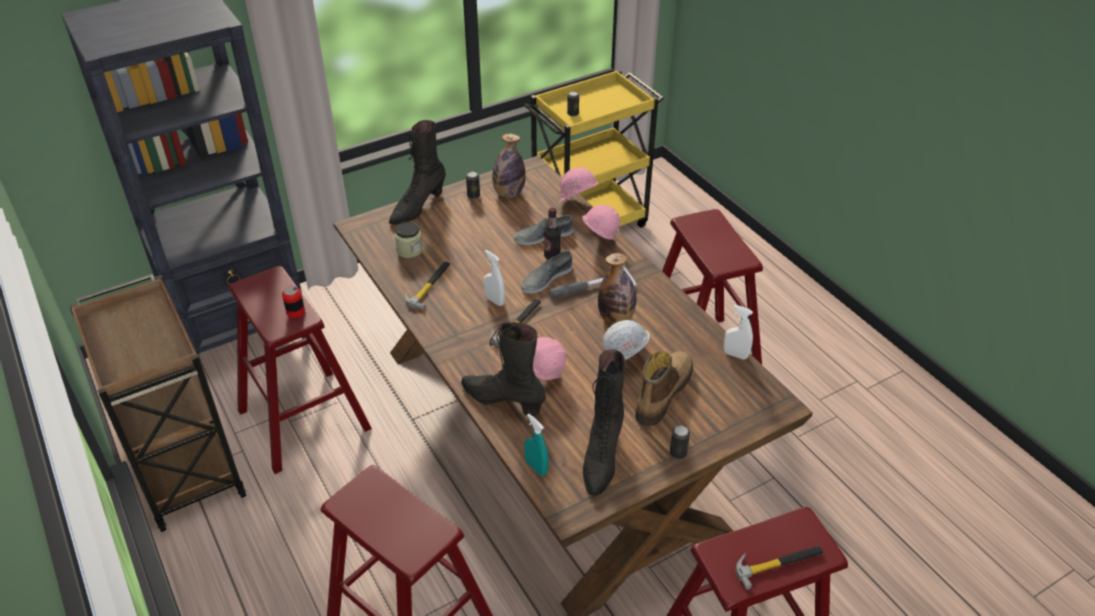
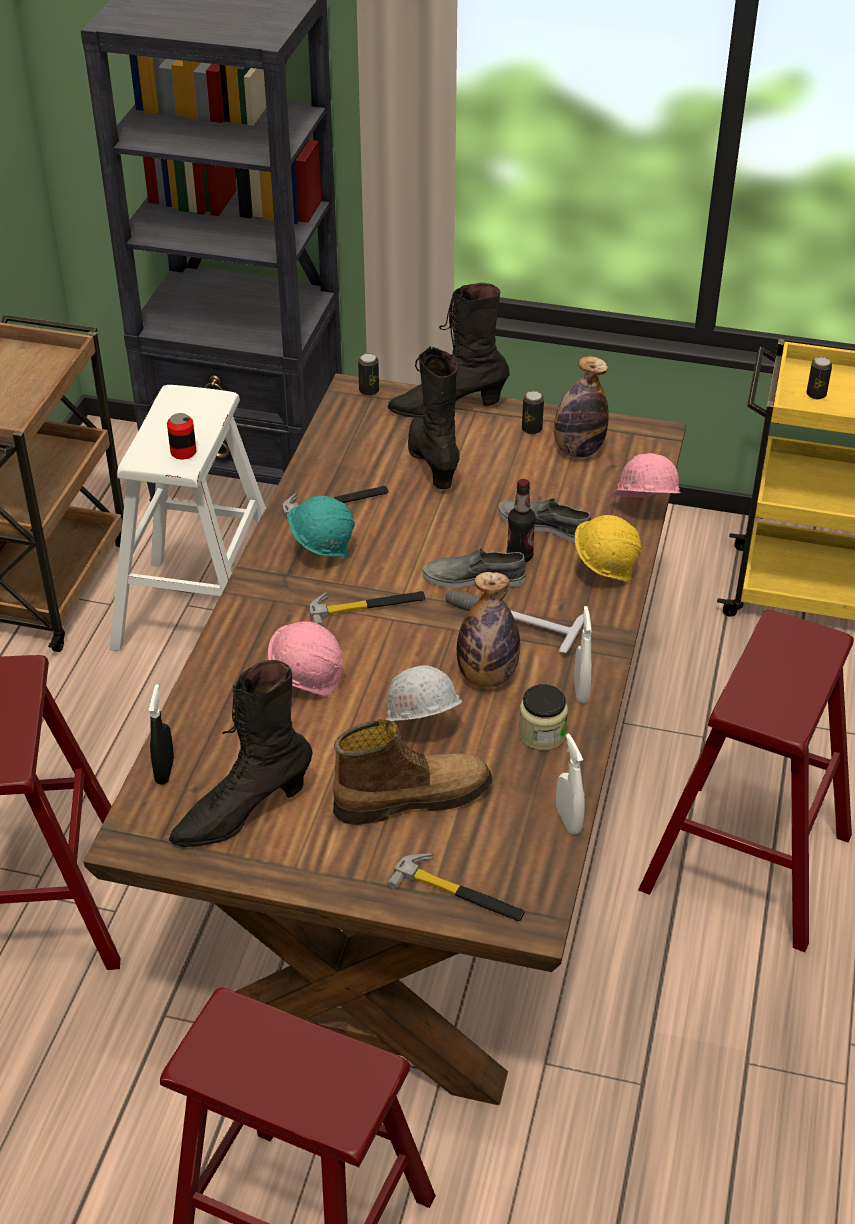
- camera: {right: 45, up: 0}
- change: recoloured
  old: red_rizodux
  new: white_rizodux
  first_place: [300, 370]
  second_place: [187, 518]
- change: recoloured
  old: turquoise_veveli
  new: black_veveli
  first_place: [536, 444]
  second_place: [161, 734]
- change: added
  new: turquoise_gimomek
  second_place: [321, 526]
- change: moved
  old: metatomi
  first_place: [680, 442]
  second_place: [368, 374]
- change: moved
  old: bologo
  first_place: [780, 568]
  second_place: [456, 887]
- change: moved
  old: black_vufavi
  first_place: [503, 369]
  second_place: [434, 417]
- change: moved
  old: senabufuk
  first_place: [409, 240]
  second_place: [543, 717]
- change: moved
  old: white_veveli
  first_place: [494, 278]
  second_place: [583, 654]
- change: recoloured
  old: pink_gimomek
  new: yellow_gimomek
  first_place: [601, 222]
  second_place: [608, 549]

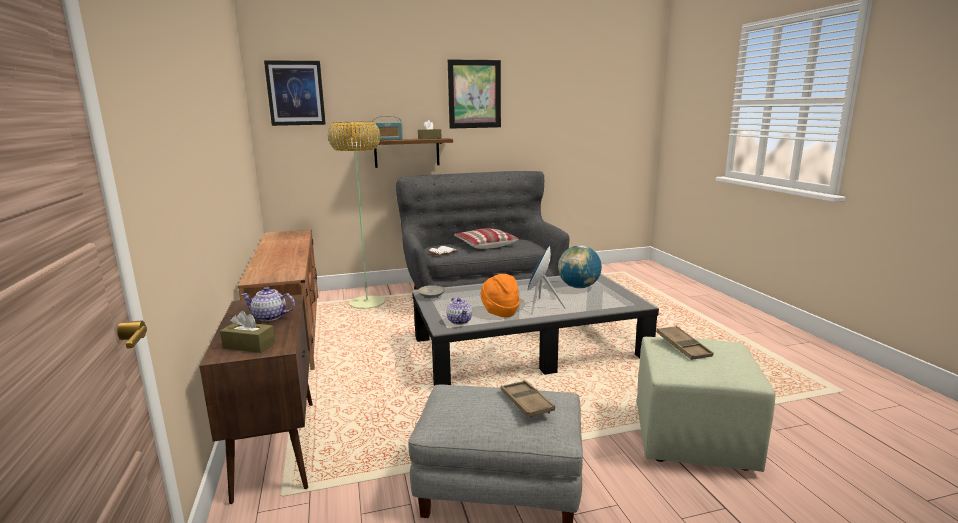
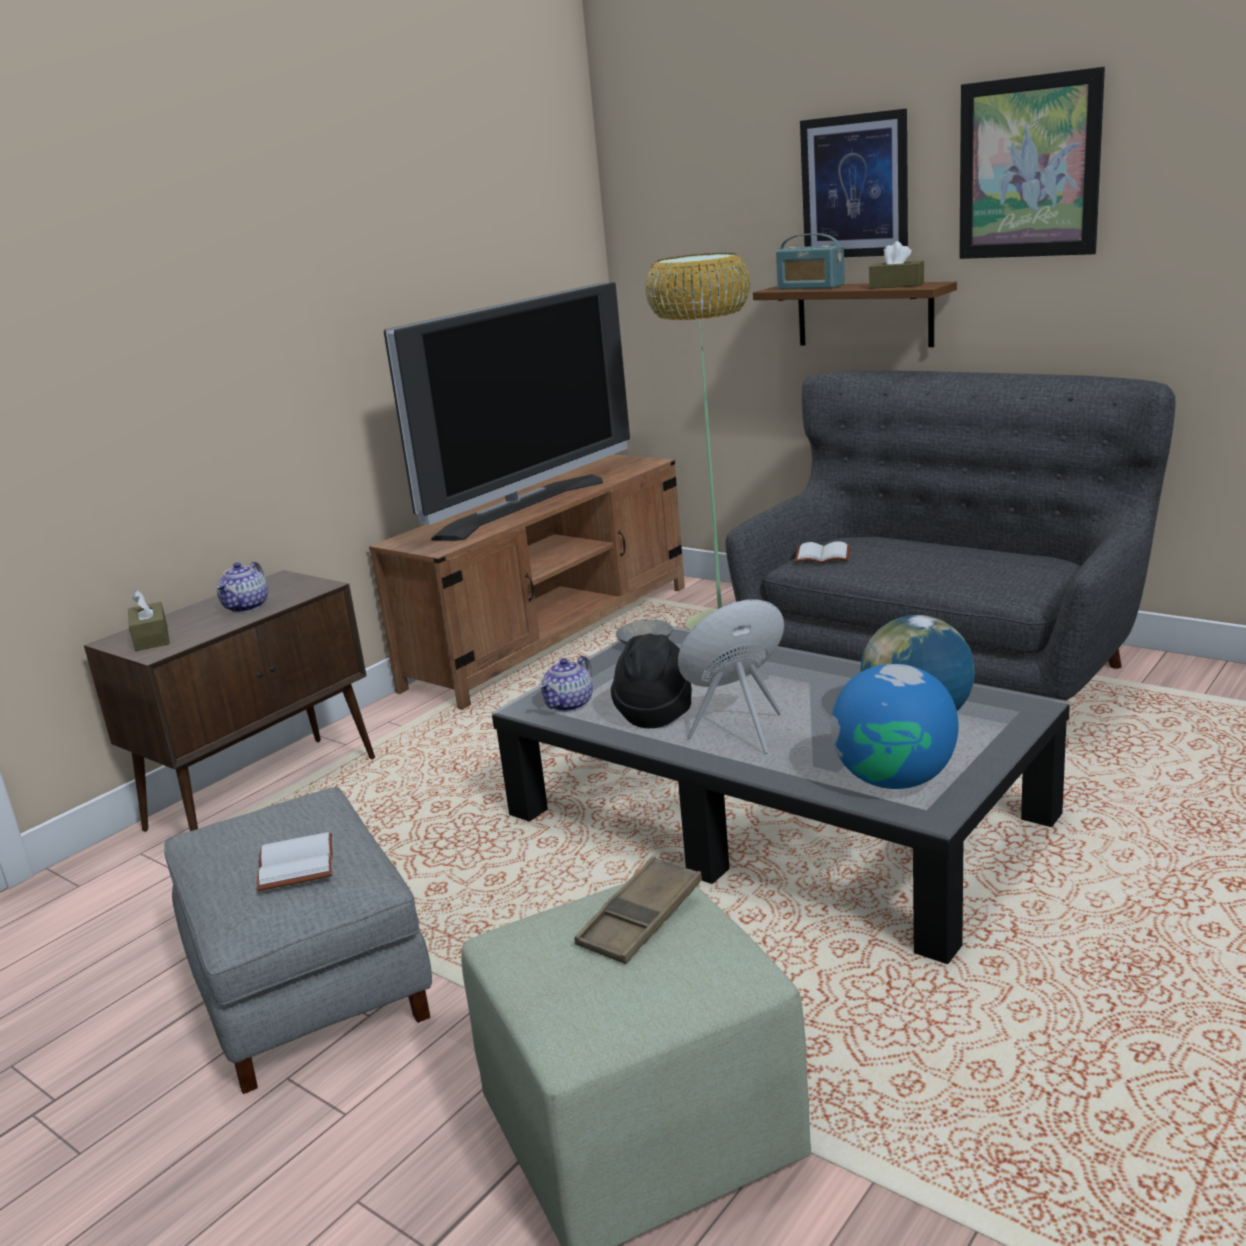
- camera: {right: 55, up: 5}
- change: turned
  old: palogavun
  first_place: [268, 304]
  second_place: [242, 587]
  degrees: -135
- change: replaced
  old: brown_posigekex
  new: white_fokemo
  first_place: [528, 399]
  second_place: [295, 861]
- change: added
  new: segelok
  second_place: [507, 411]
- change: recoloured
  old: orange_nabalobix
  new: black_nabalobix
  first_place: [500, 295]
  second_place: [651, 681]
- change: moved
  old: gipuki
  first_place: [295, 93]
  second_place: [854, 183]
- change: added
  new: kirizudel
  second_place: [895, 726]
- change: removed
  old: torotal
  first_place: [486, 238]

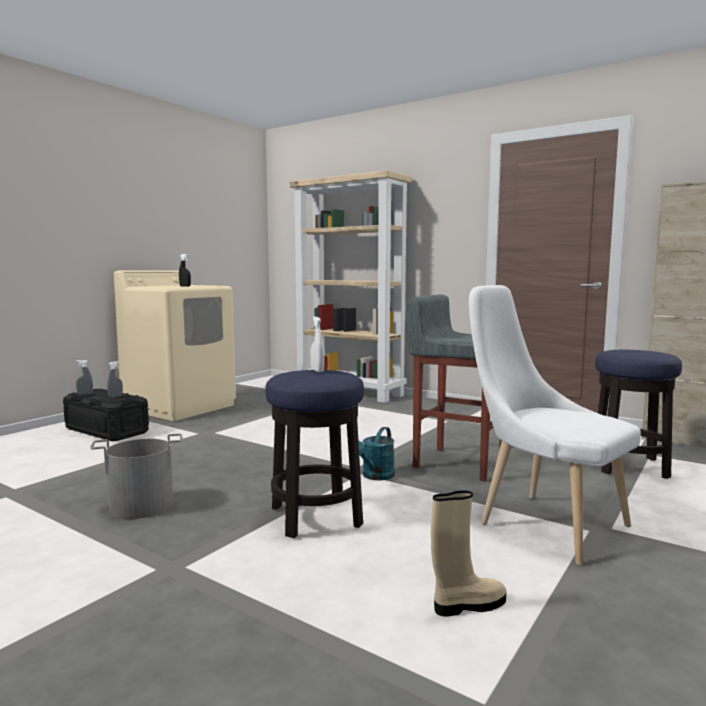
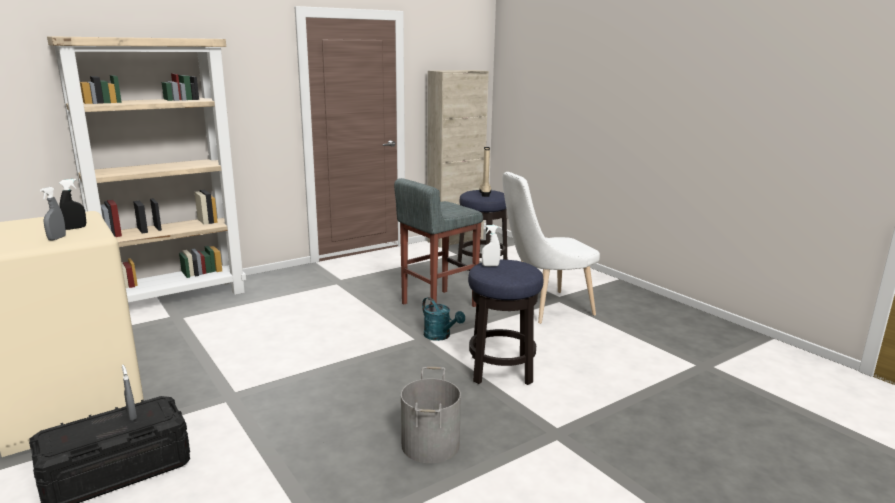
- camera: {right: -70, up: 10}
- change: moved
  old: grey_veveli
  first_place: [84, 377]
  second_place: [53, 214]
- change: moved
  old: beige_vufavi
  first_place: [469, 553]
  second_place: [485, 172]

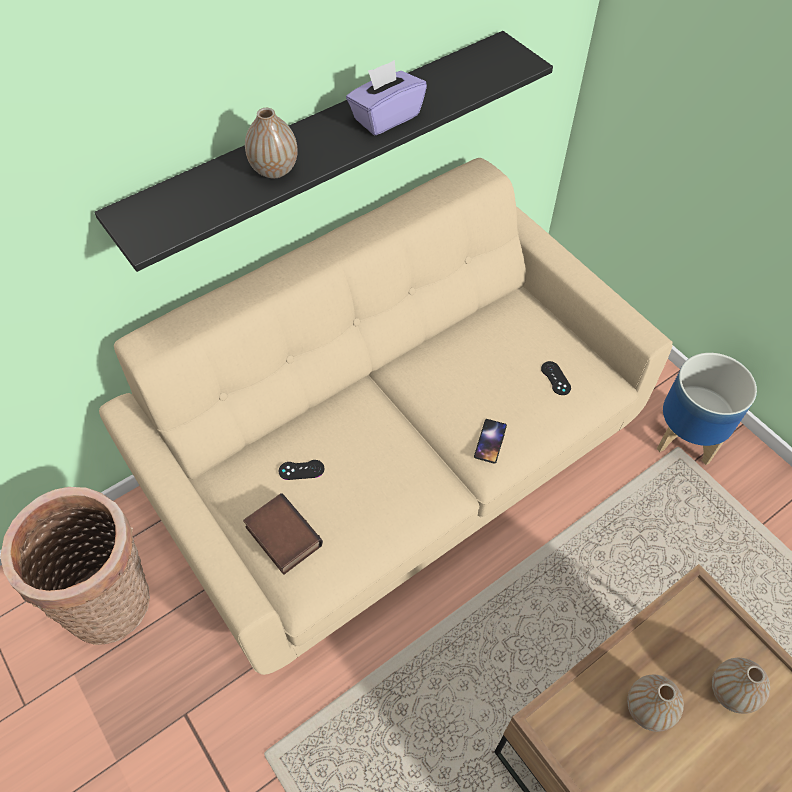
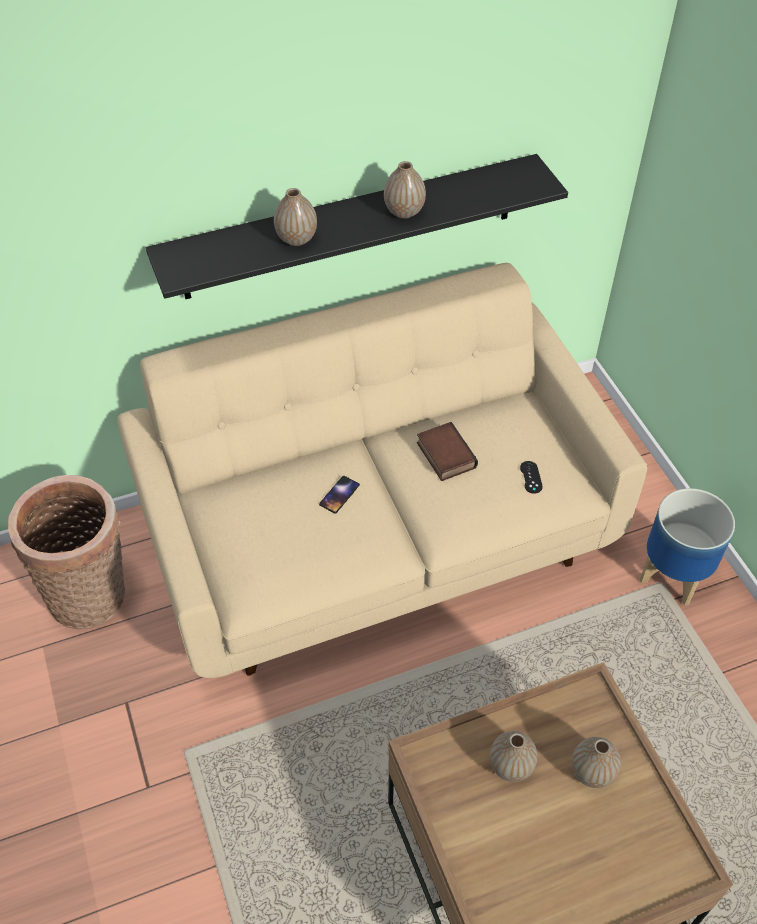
- camera: {right: 15, up: -5}
- change: moved
  old: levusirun
  first_place: [490, 441]
  second_place: [339, 495]
- change: replaced
  old: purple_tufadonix
  new: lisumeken
  first_place: [386, 98]
  second_place: [405, 189]
- change: moved
  old: fokemo
  first_place: [283, 534]
  second_place: [447, 451]
- change: removed
  old: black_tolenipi
  first_place: [301, 470]

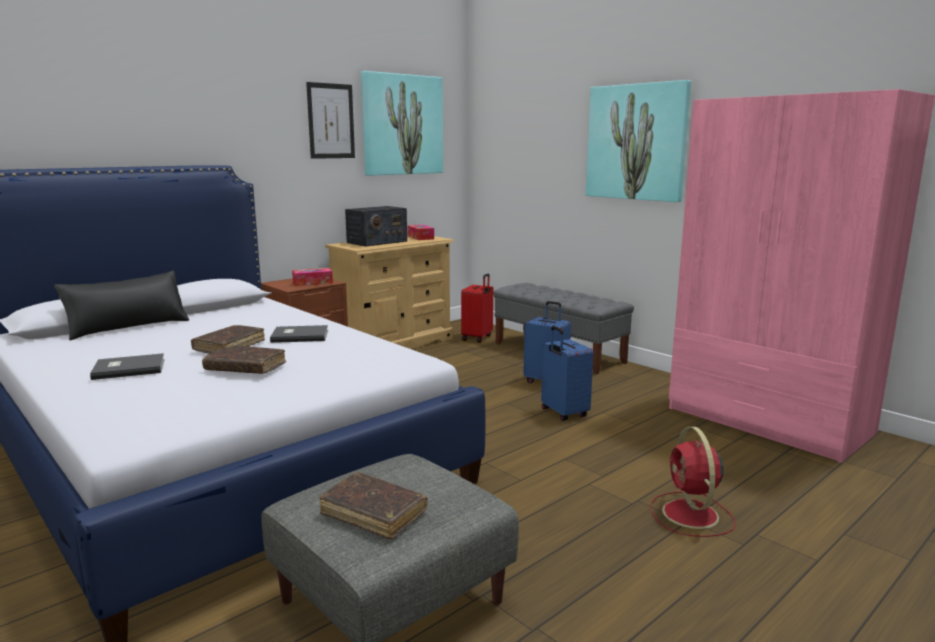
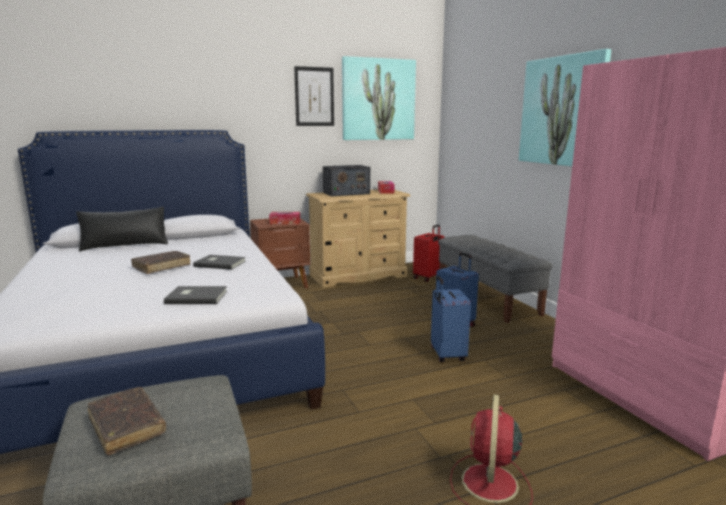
- camera: {right: 20, up: 0}
- change: moved
  old: grey_fokemo
  first_place: [127, 366]
  second_place: [195, 295]
- change: removed
  old: brown_fokemo
  first_place: [244, 359]

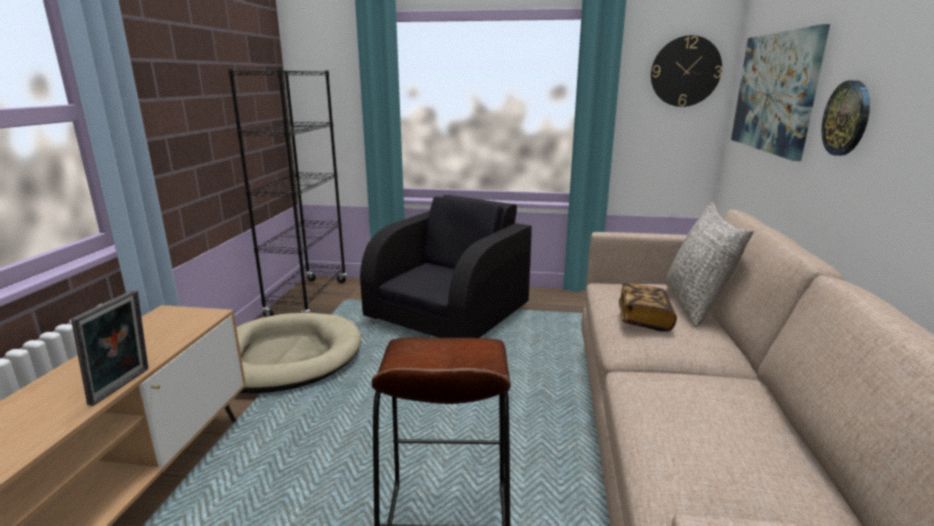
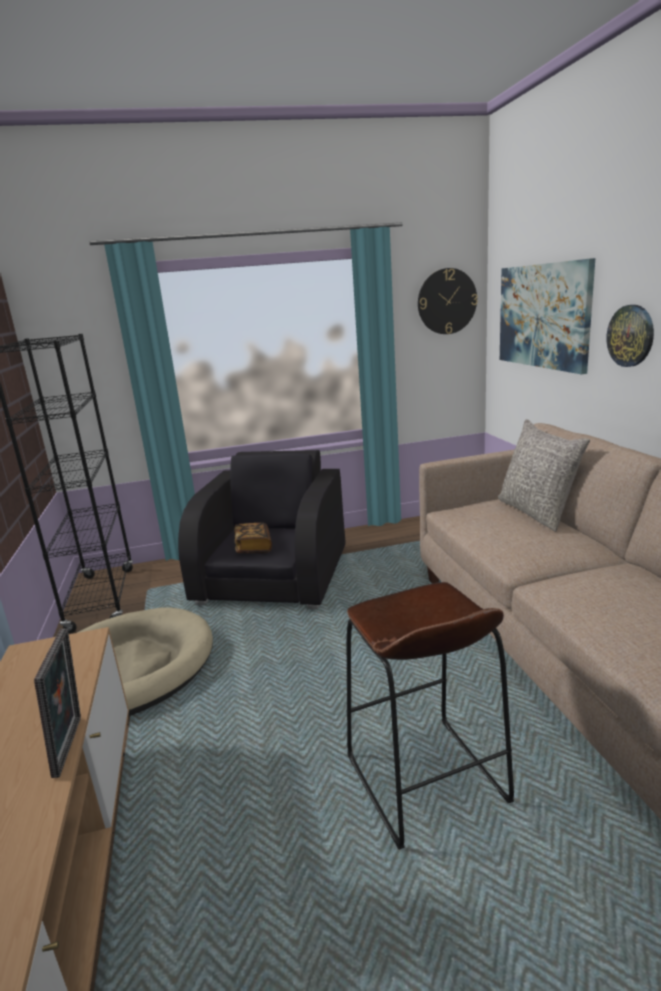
- camera: {right: -20, up: 0}
- change: moved
  old: fokemo
  first_place: [648, 307]
  second_place: [253, 538]

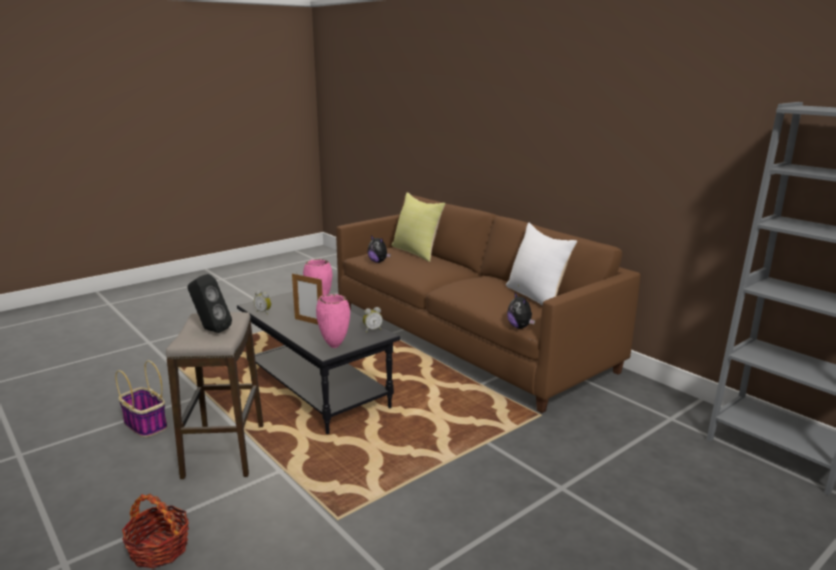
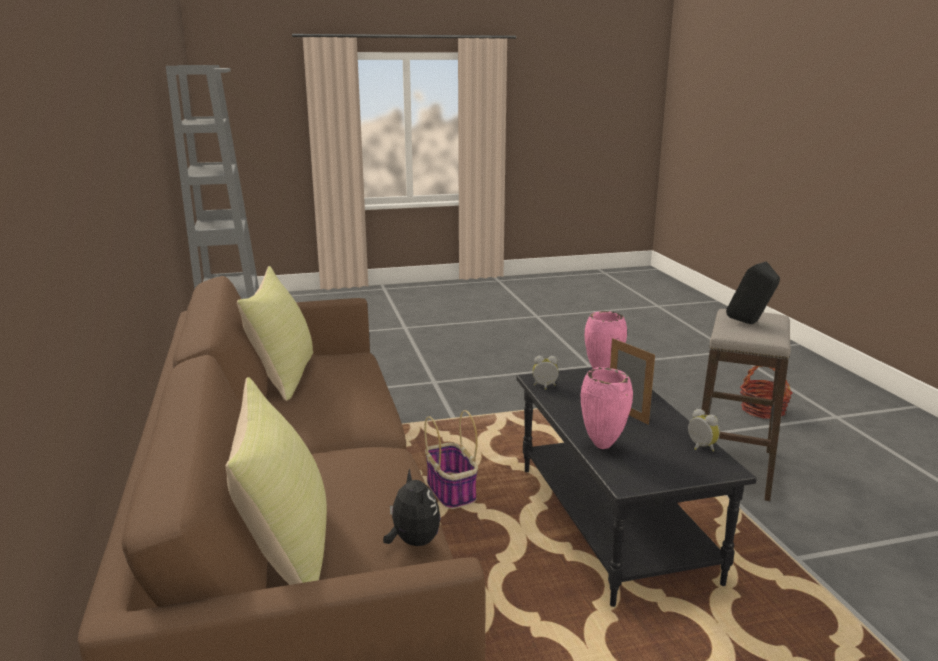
- camera: {right: -155, up: 0}
- change: recoloured
  old: white_torotal
  new: yellow_torotal
  first_place: [541, 264]
  second_place: [275, 333]
- change: moved
  old: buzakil
  first_place: [141, 398]
  second_place: [451, 459]
- change: removed
  old: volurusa
  first_place: [521, 310]

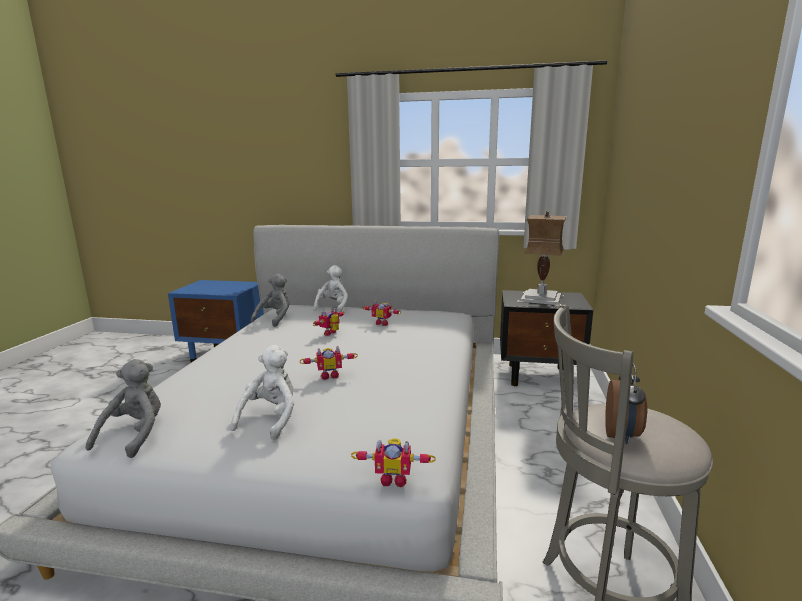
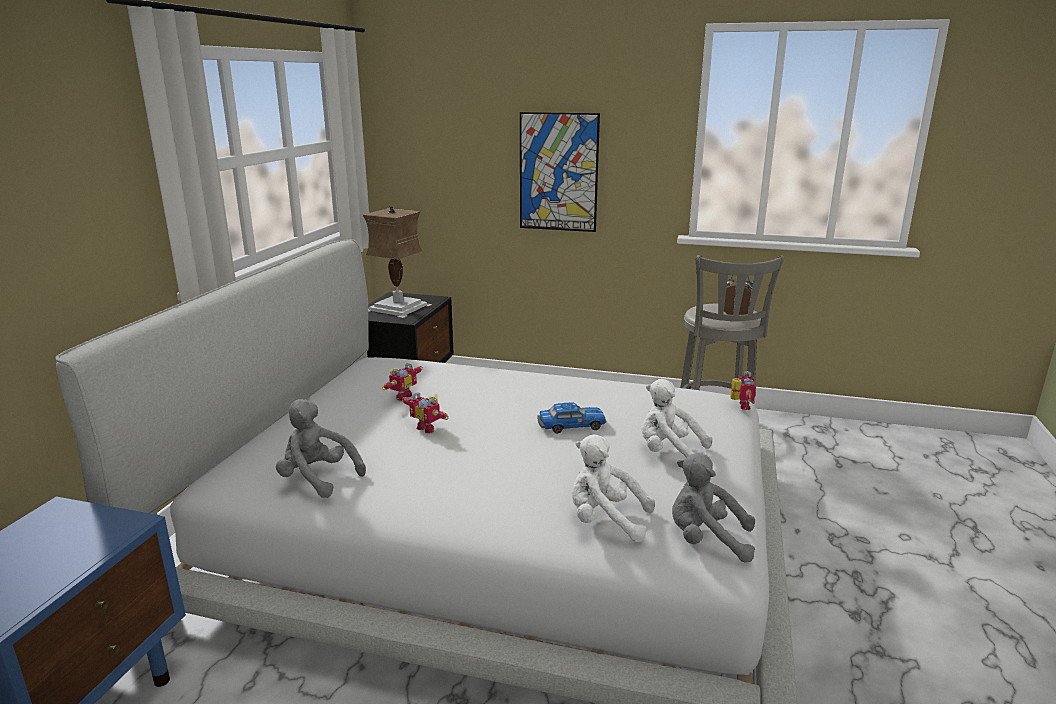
- camera: {right: -85, up: 5}
- change: added
  new: gipuki
  second_place: [560, 172]
- change: replaced
  old: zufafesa
  new: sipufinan
  first_place: [329, 363]
  second_place: [571, 418]
- change: moved
  old: white_volurusa
  first_place: [330, 289]
  second_place: [613, 488]

